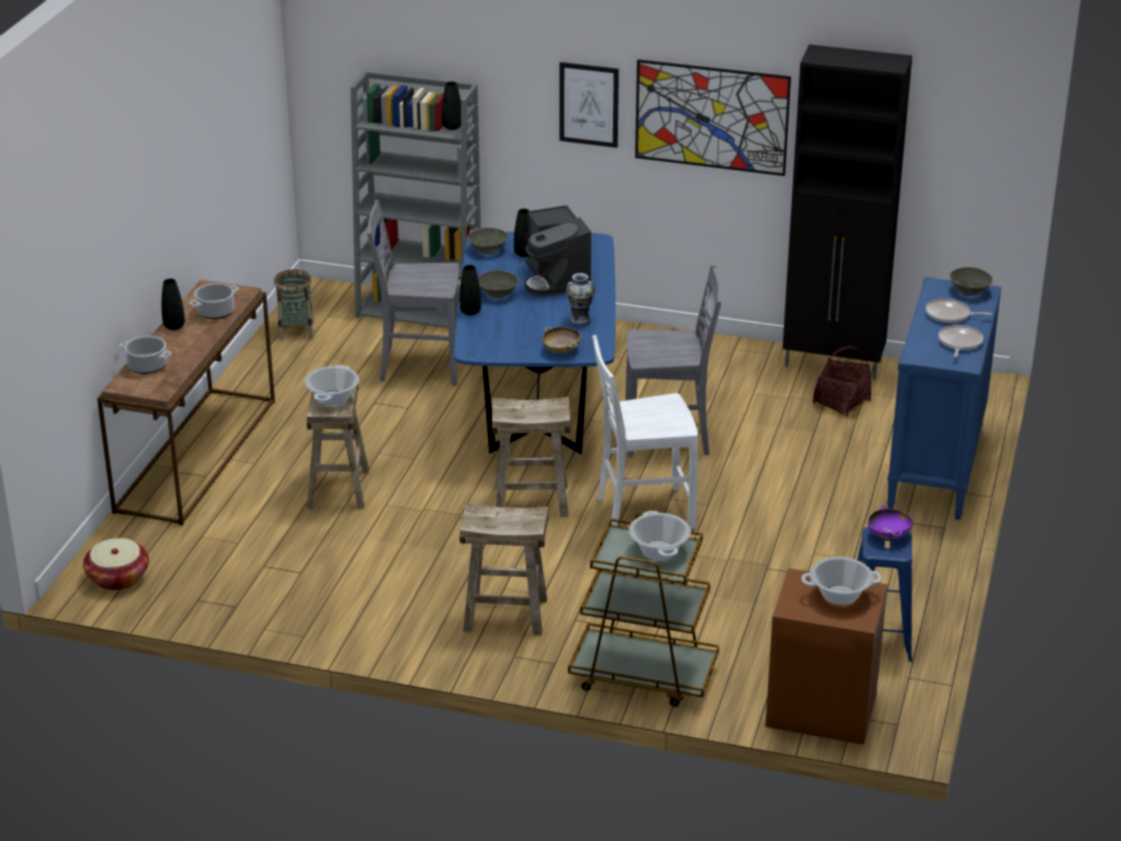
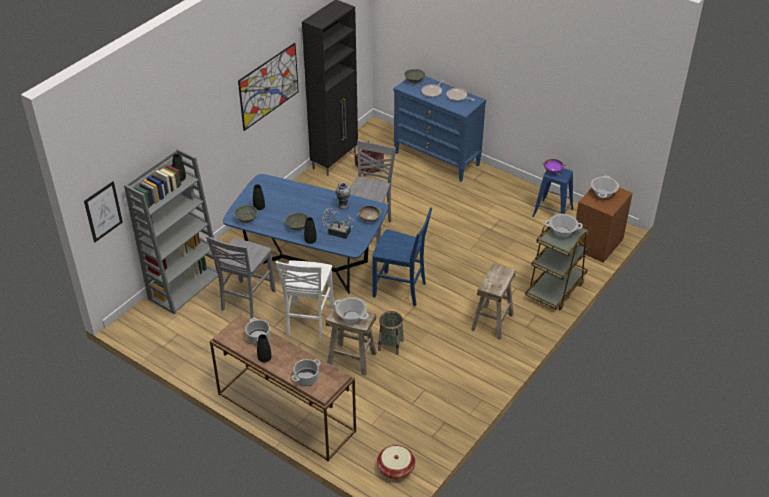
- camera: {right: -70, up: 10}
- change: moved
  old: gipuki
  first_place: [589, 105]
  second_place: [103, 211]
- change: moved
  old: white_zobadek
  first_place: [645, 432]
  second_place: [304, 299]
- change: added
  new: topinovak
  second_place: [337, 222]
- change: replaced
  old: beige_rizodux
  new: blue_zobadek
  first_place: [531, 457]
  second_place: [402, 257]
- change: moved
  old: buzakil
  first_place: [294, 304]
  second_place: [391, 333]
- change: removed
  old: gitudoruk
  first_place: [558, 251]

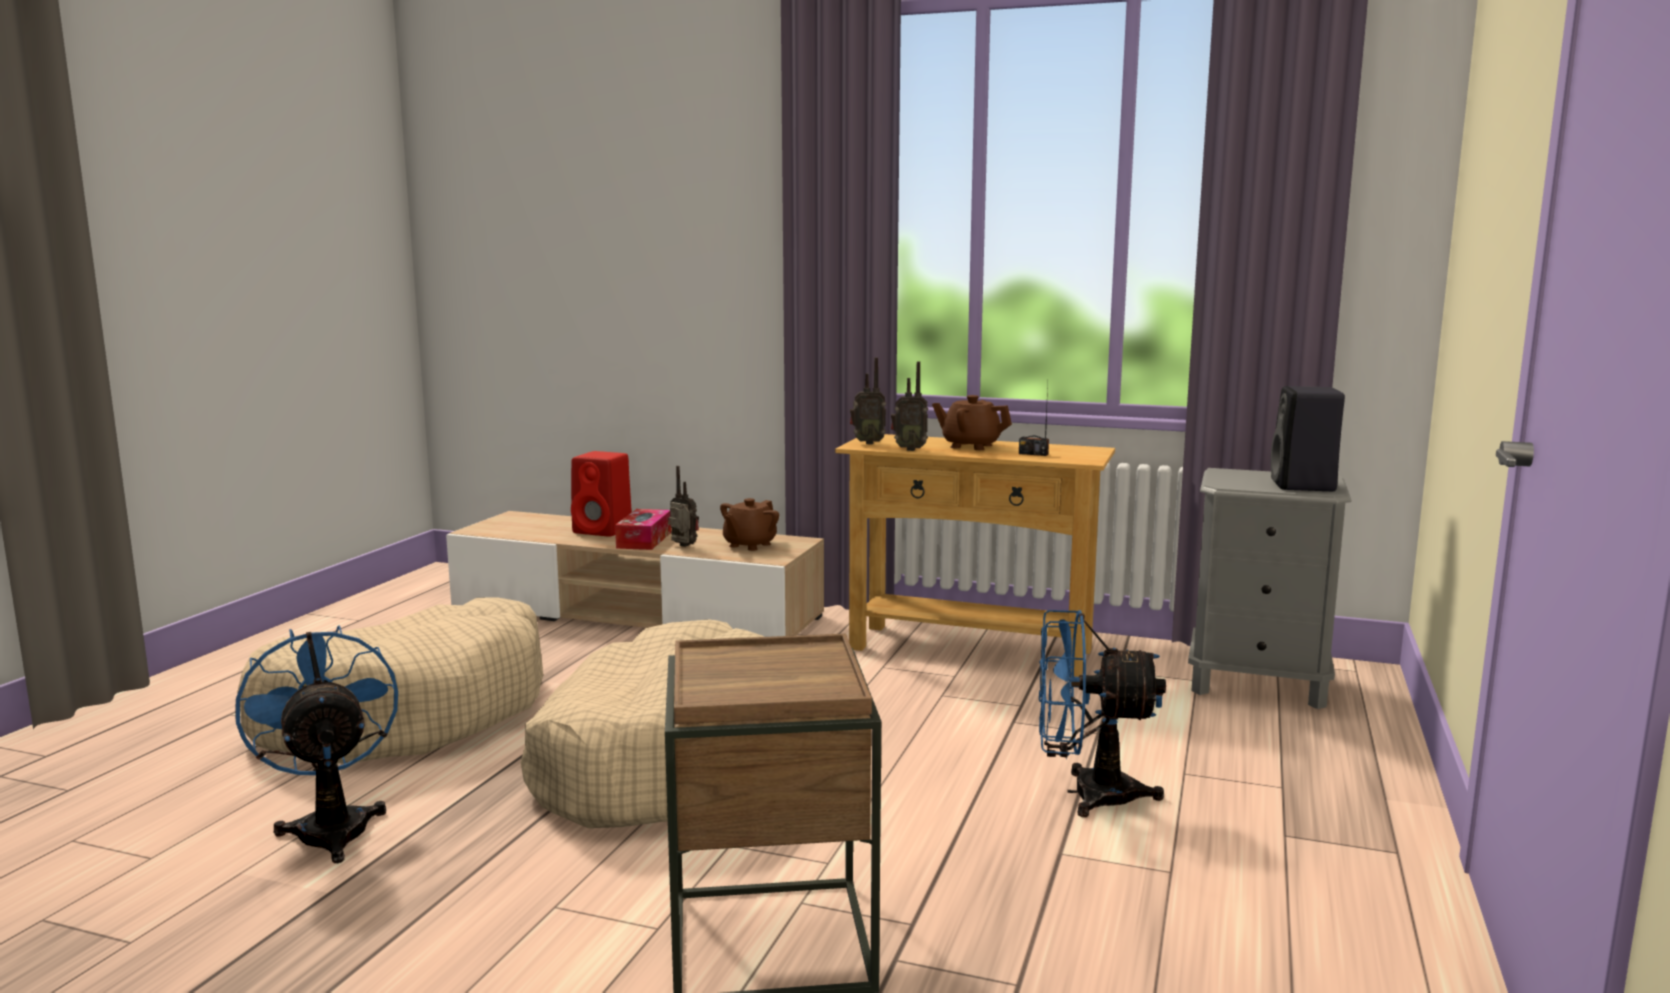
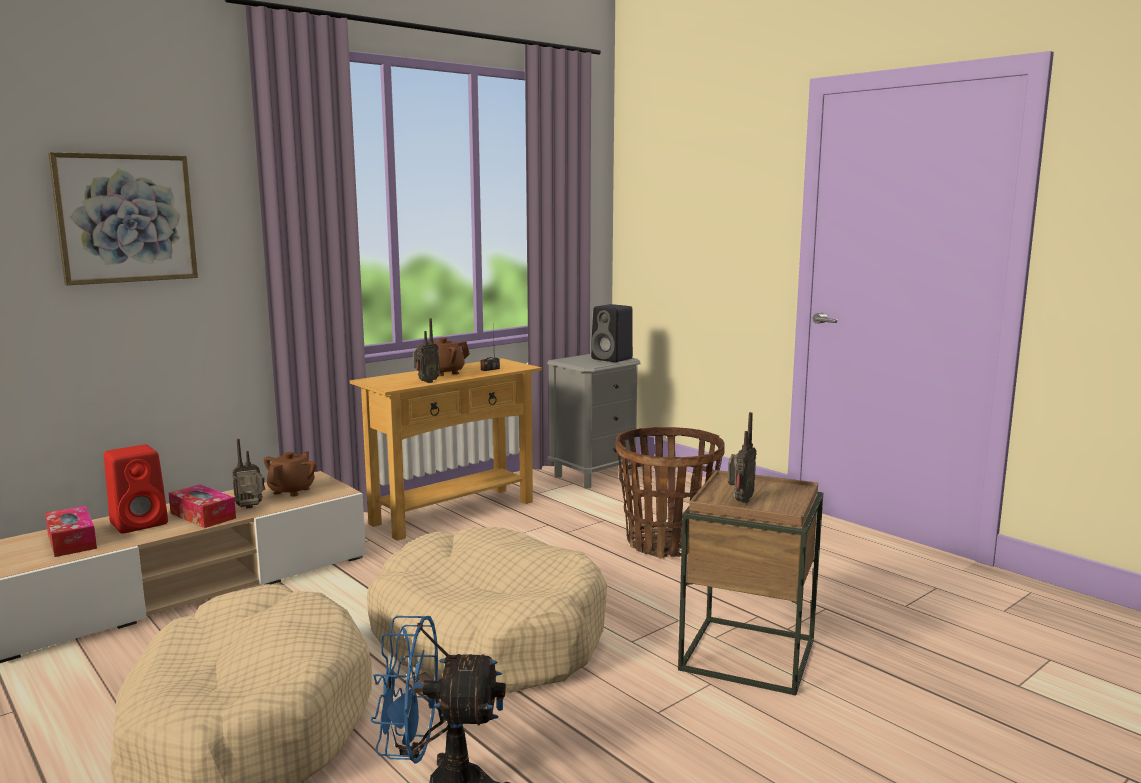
- camera: {right: -60, up: 0}
- change: added
  new: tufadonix
  second_place: [71, 531]
- change: added
  new: gipuki
  second_place: [123, 218]
- change: turned
  old: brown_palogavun
  first_place: [749, 524]
  second_place: [290, 473]
  degrees: -135
- change: replaced
  old: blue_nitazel
  new: buzakil
  first_place: [1102, 713]
  second_place: [670, 492]
- change: moved
  old: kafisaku
  first_place: [868, 400]
  second_place: [742, 457]

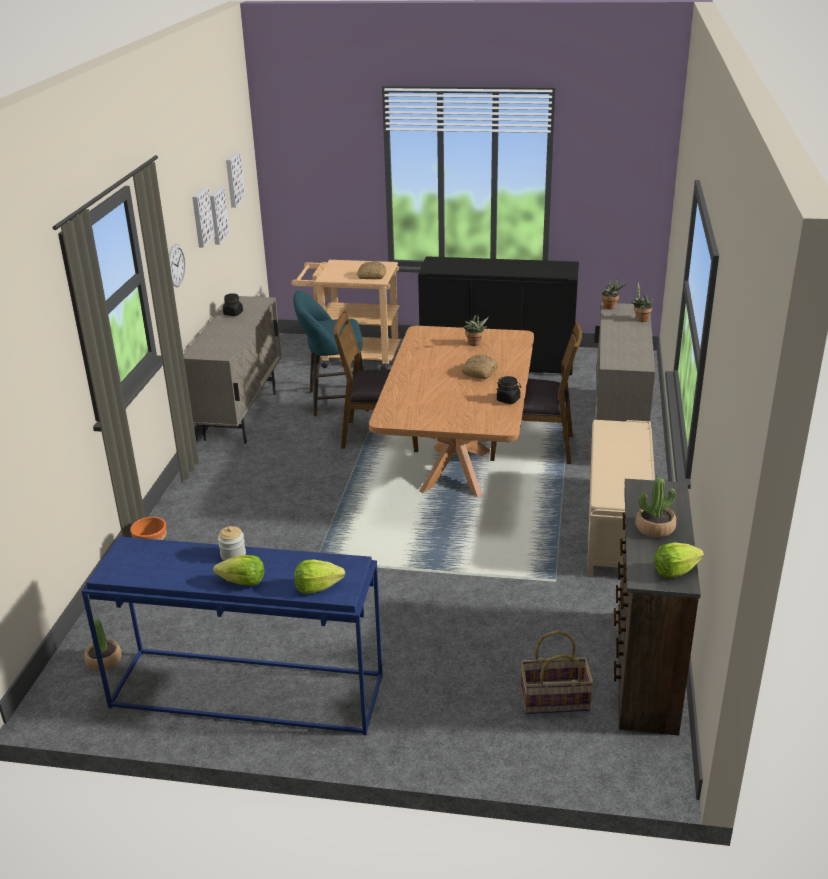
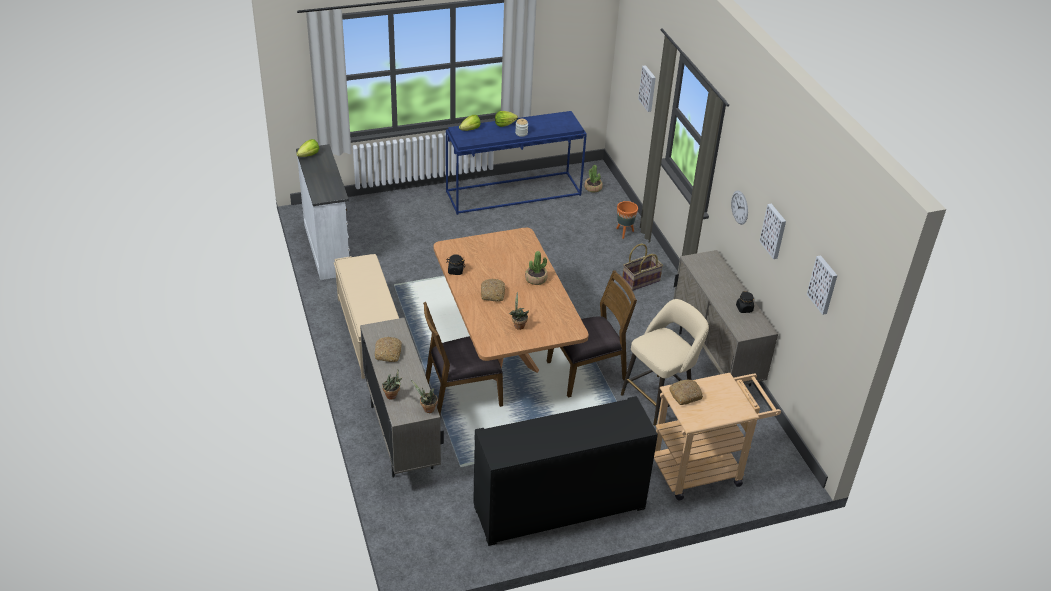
- camera: {right: 150, up: 10}
- change: recoloured
  old: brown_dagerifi
  new: white_dagerifi
  first_place: [657, 607]
  second_place: [323, 212]
- change: added
  new: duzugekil
  second_place: [388, 349]
- change: moved
  old: topinovak
  first_place: [655, 507]
  second_place: [536, 268]
- change: recoloured
  old: turquoise_rizodux
  new: beige_rizodux
  first_place: [331, 354]
  second_place: [665, 362]
- change: moved
  old: buzakil
  first_place: [557, 672]
  second_place: [642, 267]
- change: moved
  old: gipuki
  first_place: [220, 216]
  second_place: [647, 88]

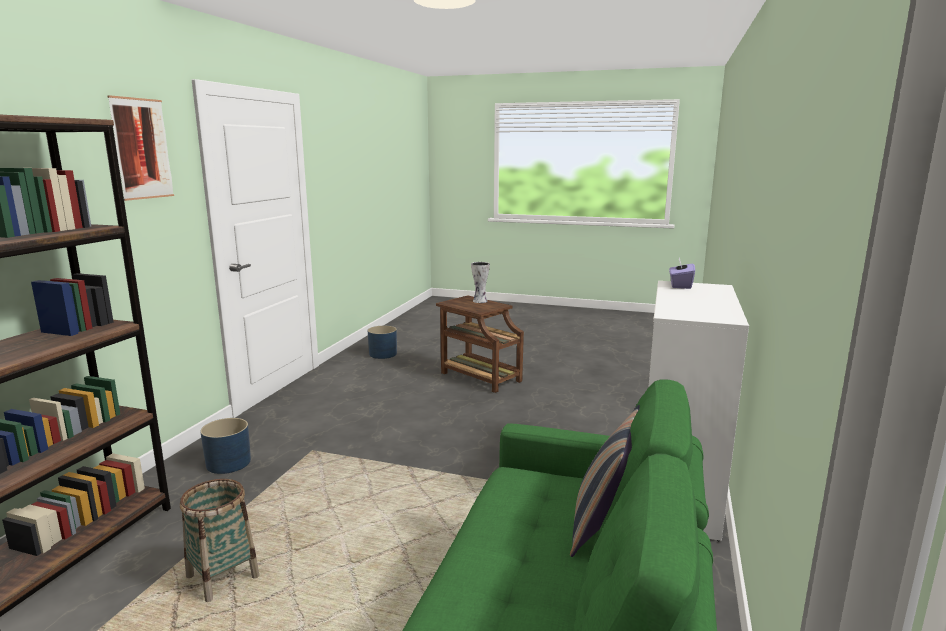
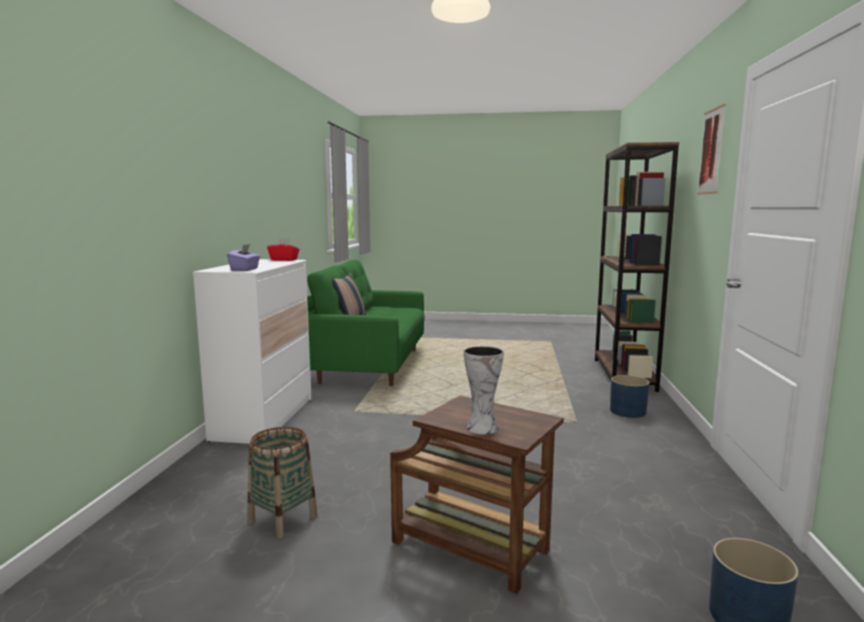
- camera: {right: 170, up: -5}
- change: moved
  old: buzakil
  first_place: [219, 540]
  second_place: [282, 482]
- change: added
  new: red_tufadonix
  second_place: [283, 249]

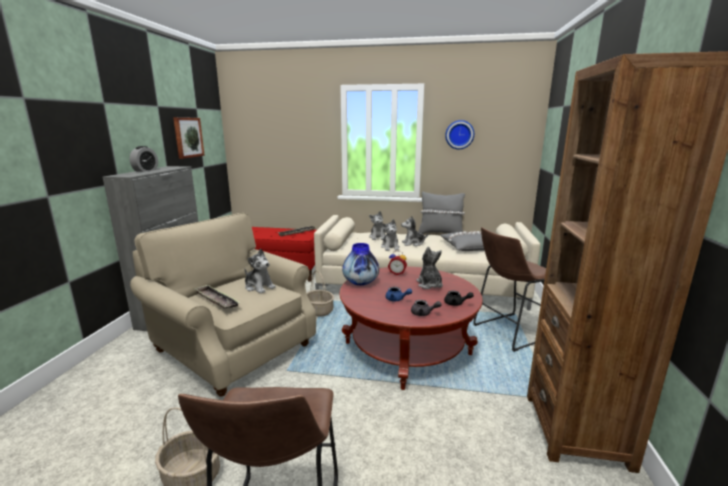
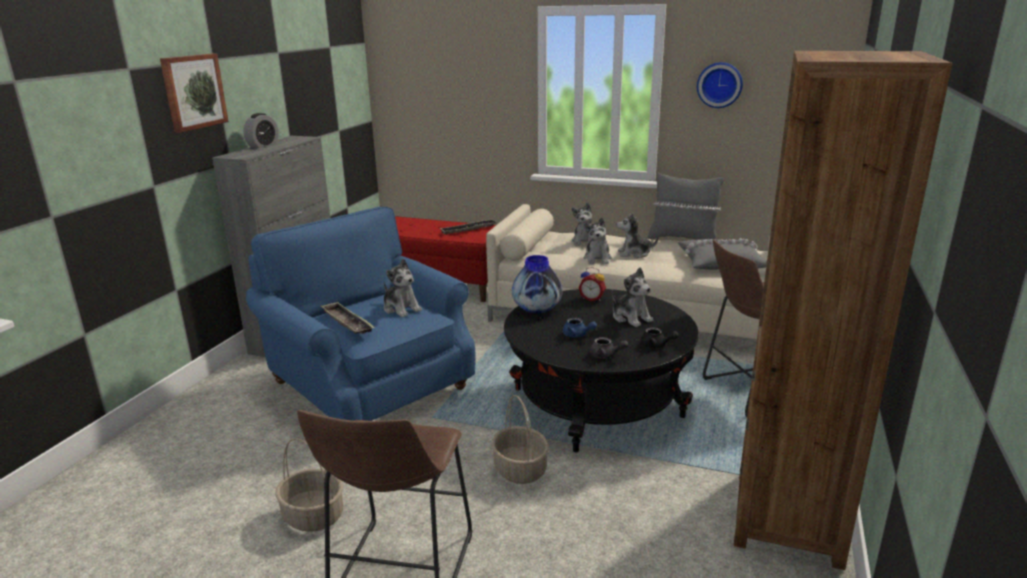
- camera: {right: 10, up: 5}
- change: moved
  old: gipuki
  first_place: [189, 138]
  second_place: [194, 93]
- change: recoloured
  old: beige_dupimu
  new: blue_dupimu
  first_place: [223, 305]
  second_place: [361, 314]
- change: moved
  old: buzakil
  first_place: [320, 293]
  second_place: [520, 439]
- change: recoloured
  old: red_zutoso
  new: black_zutoso
  first_place: [411, 328]
  second_place: [601, 370]
- change: turned
  old: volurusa
  first_place: [430, 268]
  second_place: [632, 297]
  degrees: 150

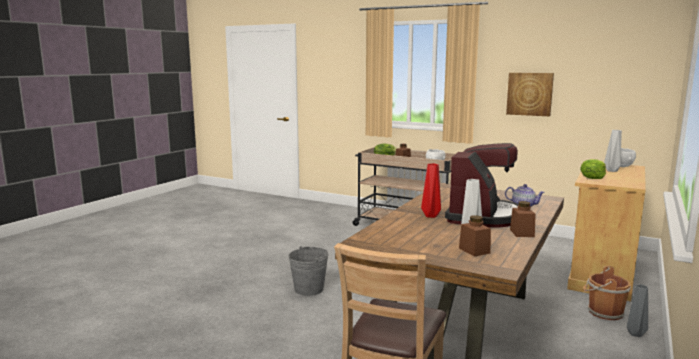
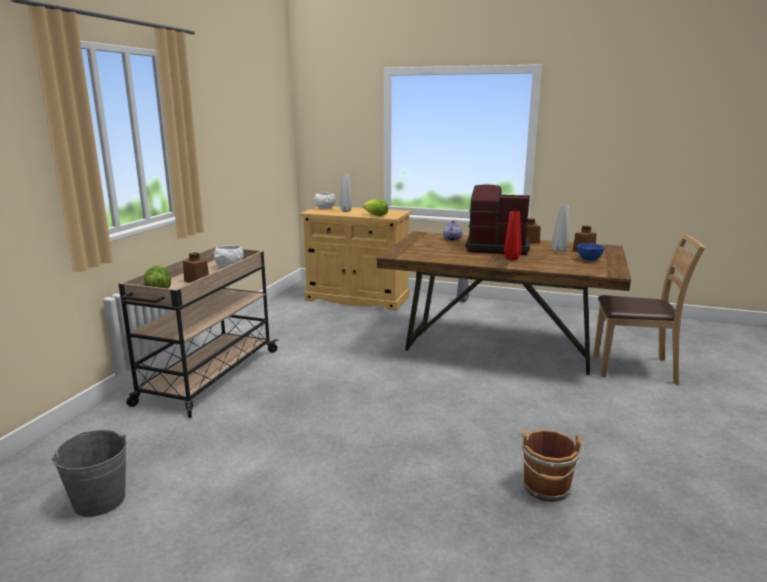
- camera: {right: -100, up: 5}
- change: moved
  old: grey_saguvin
  first_place: [308, 271]
  second_place: [89, 473]
- change: moved
  old: brown_saguvin
  first_place: [607, 293]
  second_place: [551, 465]
- change: added
  new: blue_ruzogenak
  second_place: [591, 252]
- change: removed
  old: gipuki
  first_place: [530, 94]

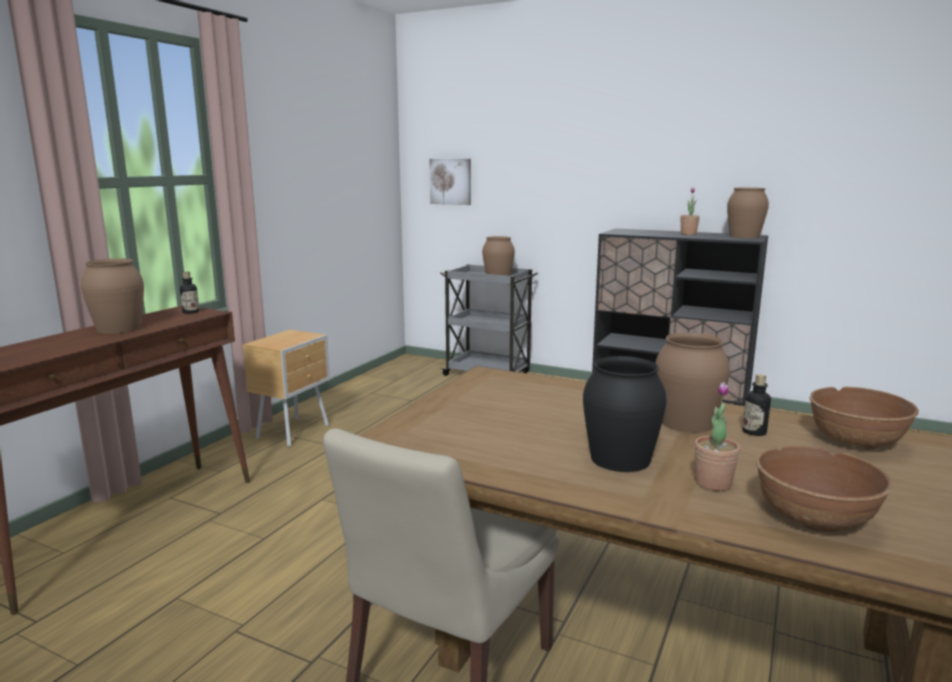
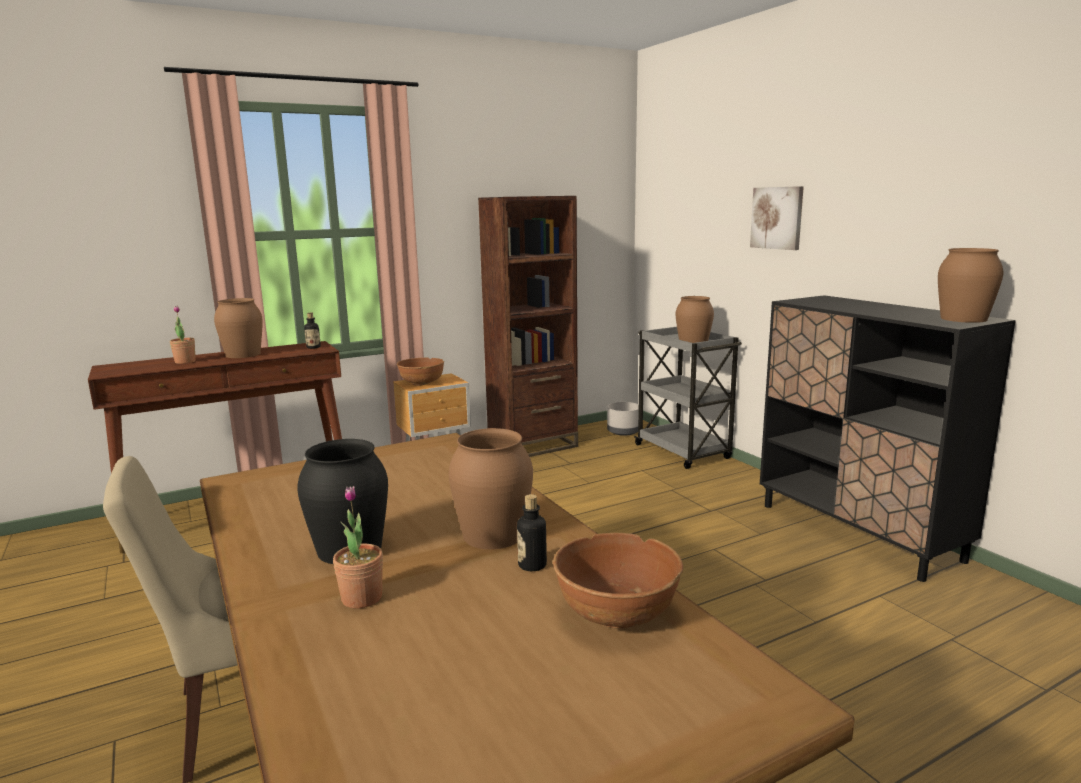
- camera: {right: 35, up: 0}
- change: moved
  old: topinovak
  first_place: [690, 211]
  second_place: [183, 335]
- change: moved
  old: brown_ruzogenak
  first_place: [824, 489]
  second_place: [420, 372]
- change: added
  new: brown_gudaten
  second_place: [528, 326]
- change: added
  new: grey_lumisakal
  second_place: [623, 419]
- change: moved
  old: gipuki
  first_place: [450, 182]
  second_place: [777, 218]

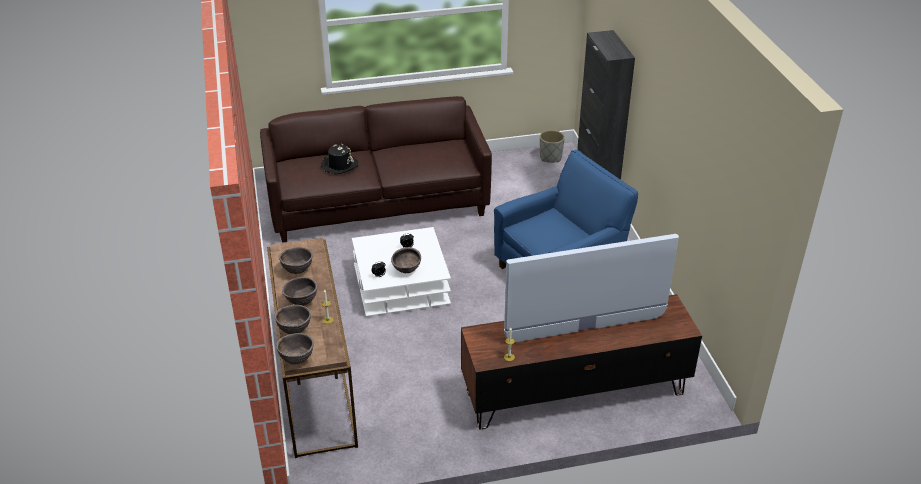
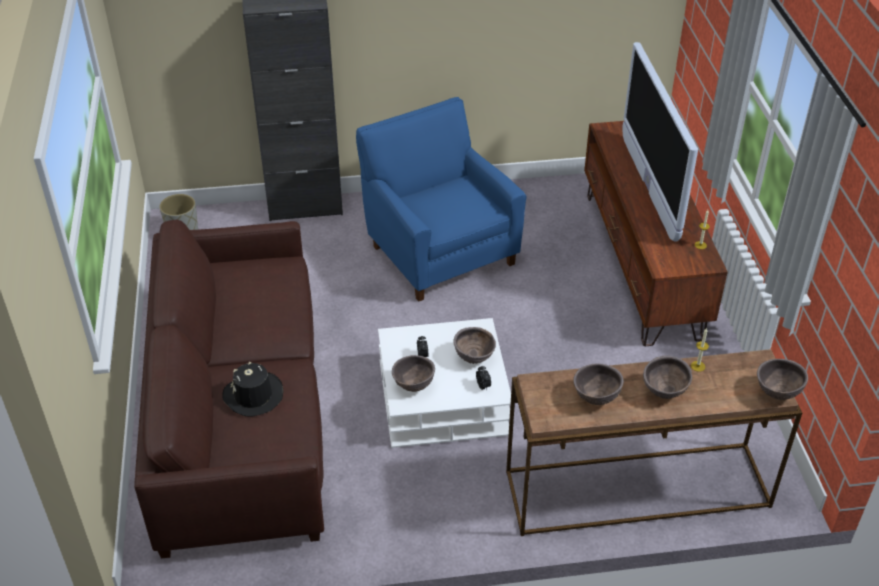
- camera: {right: -85, up: 5}
- change: moved
  old: brown_ruzogenak
  first_place: [292, 319]
  second_place: [413, 373]

